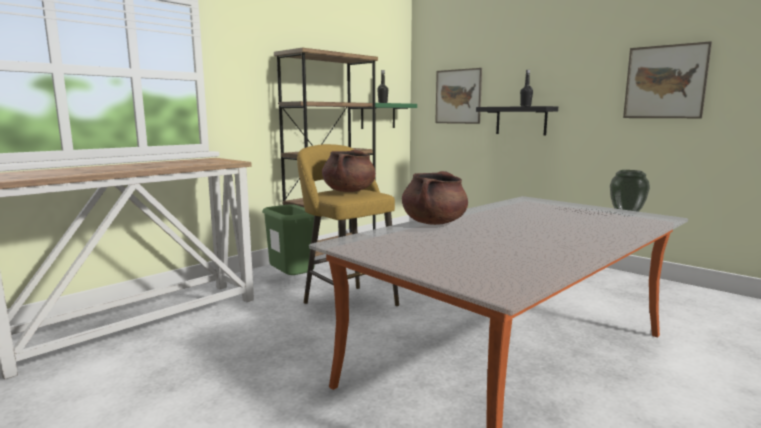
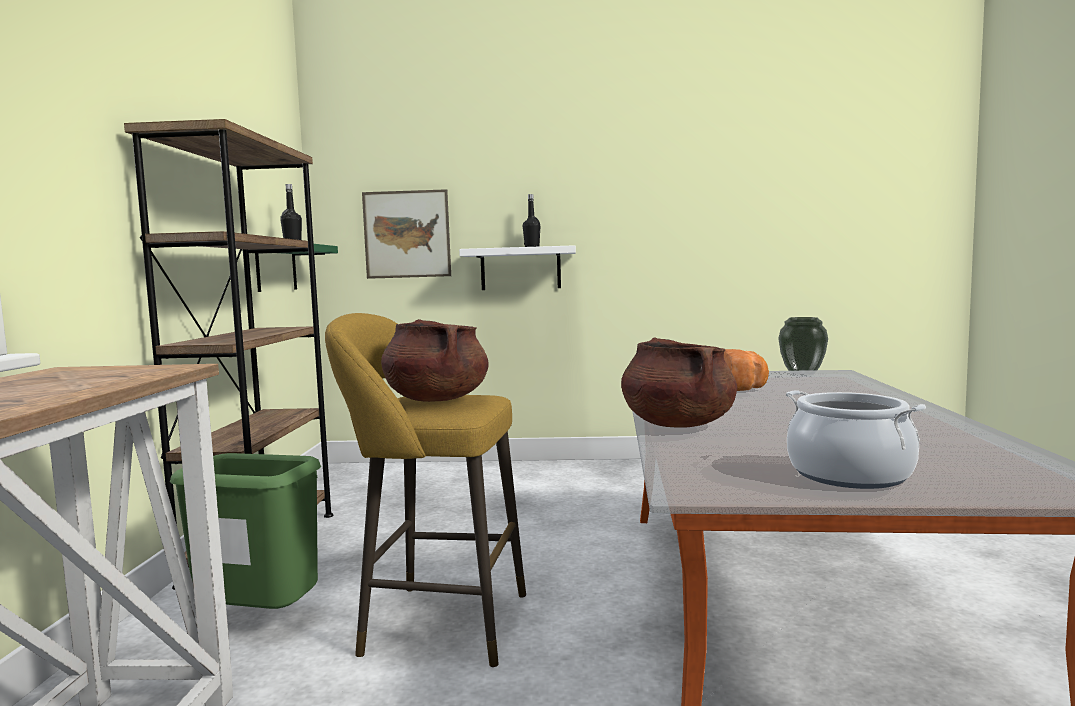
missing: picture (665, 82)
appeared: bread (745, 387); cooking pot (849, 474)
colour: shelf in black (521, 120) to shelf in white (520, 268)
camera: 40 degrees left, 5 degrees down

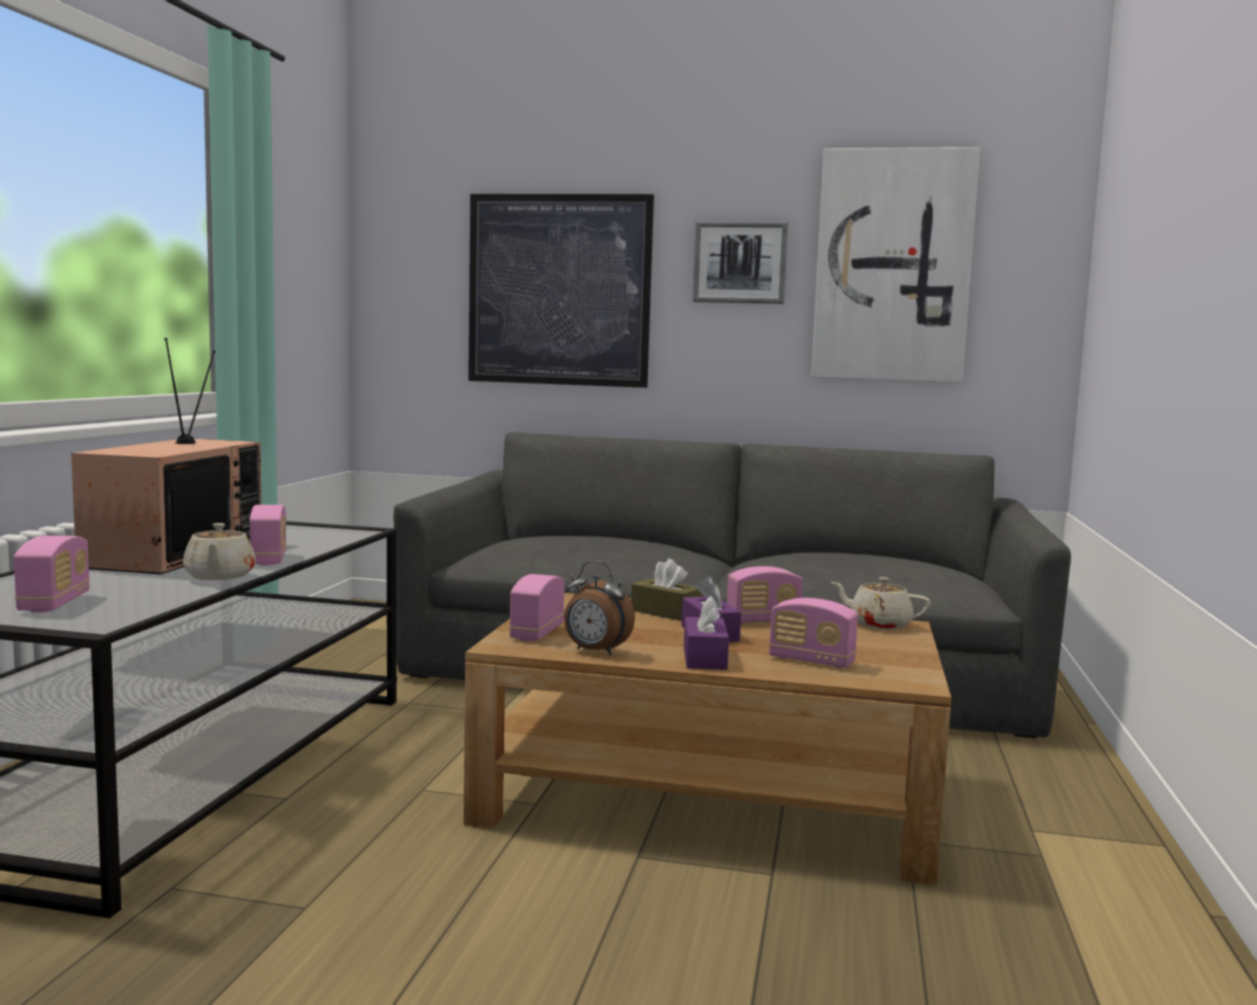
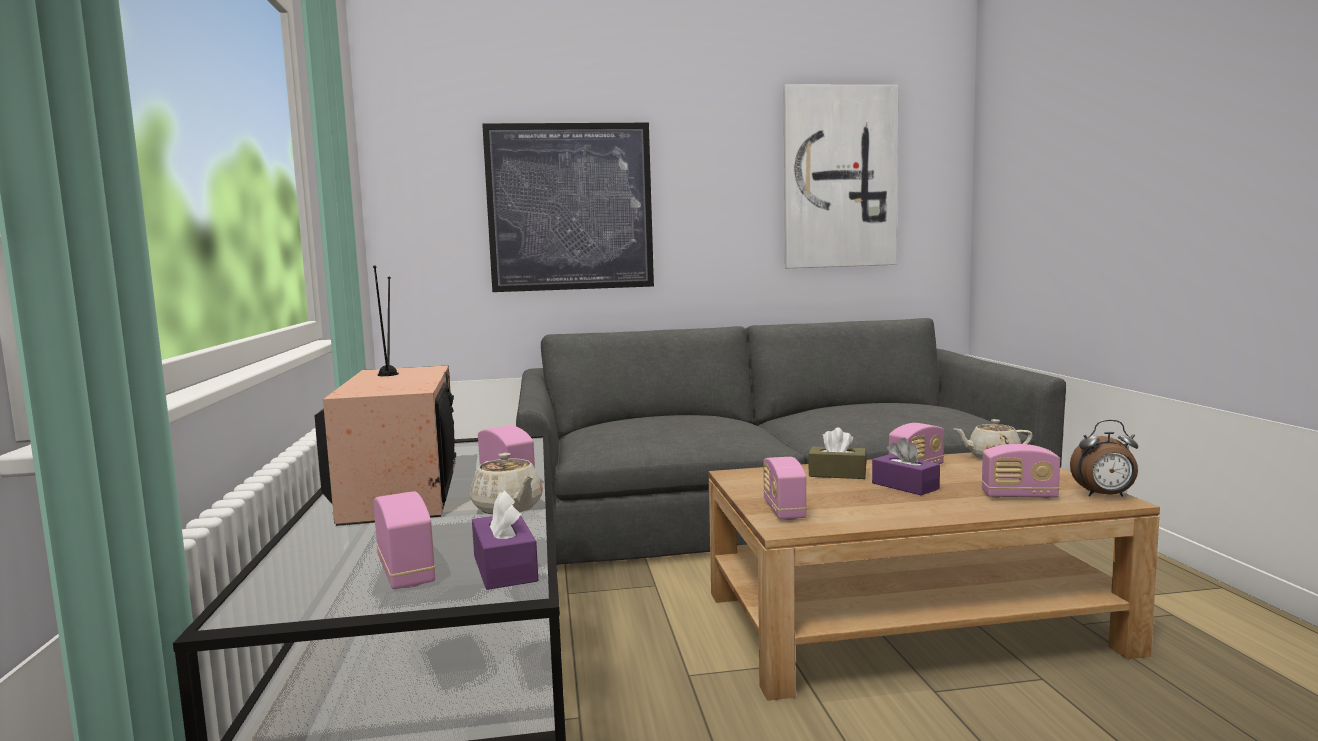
missing: picture (740, 262)
relocated: alarm clock (595, 651) to (1104, 495); tissue box in purple (704, 658) to (504, 568)
camera: 20 degrees left, 0 degrees up

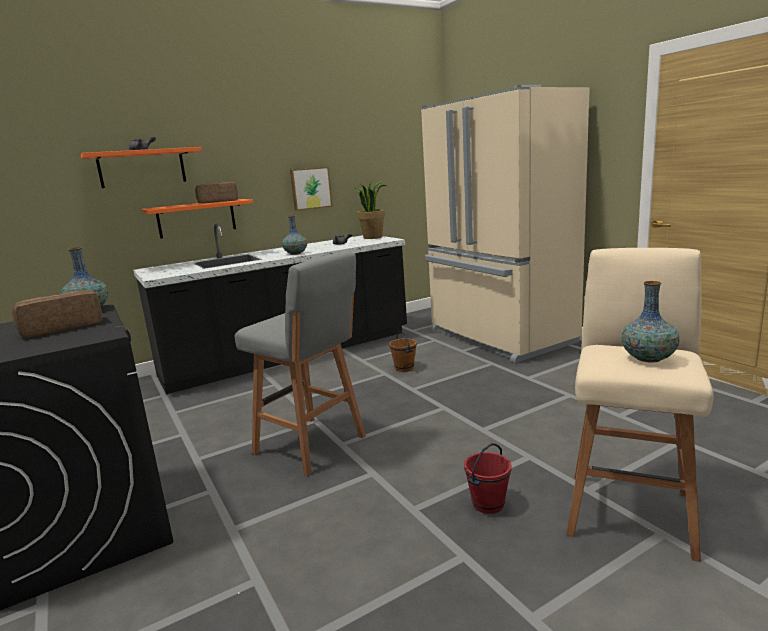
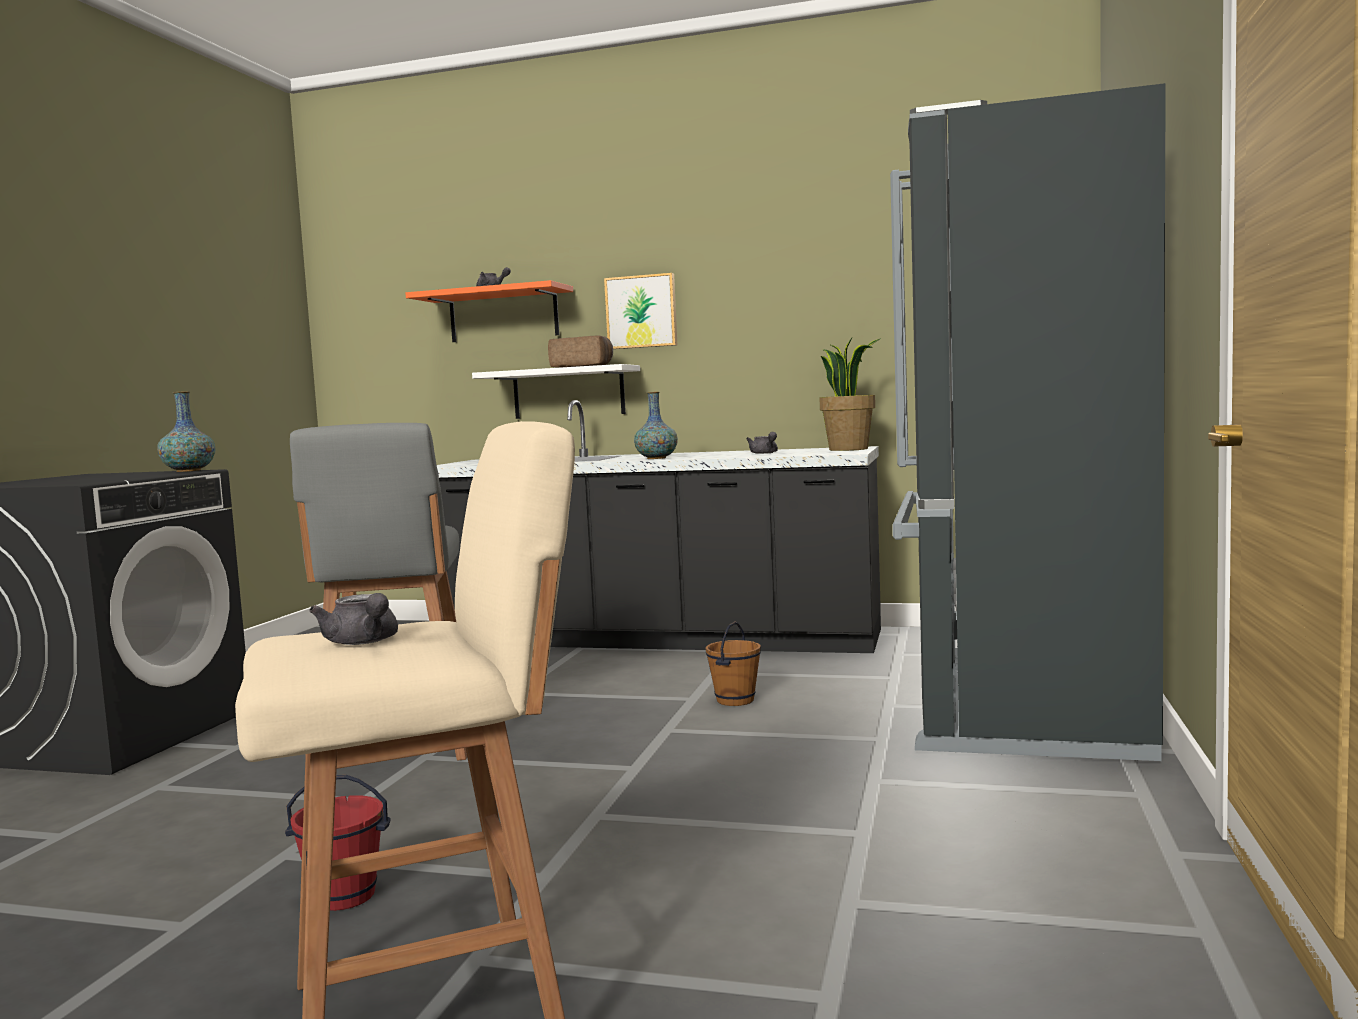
missing: bread (62, 327)
relocated: picture (310, 188) to (642, 312)
exchanged: vase (648, 358) to teapot in grey (363, 642)
colour: fridge in beige (499, 337) to fridge in black (1017, 705); shelf in orange (196, 218) to shelf in white (568, 392)
camera: 45 degrees right, 10 degrees down

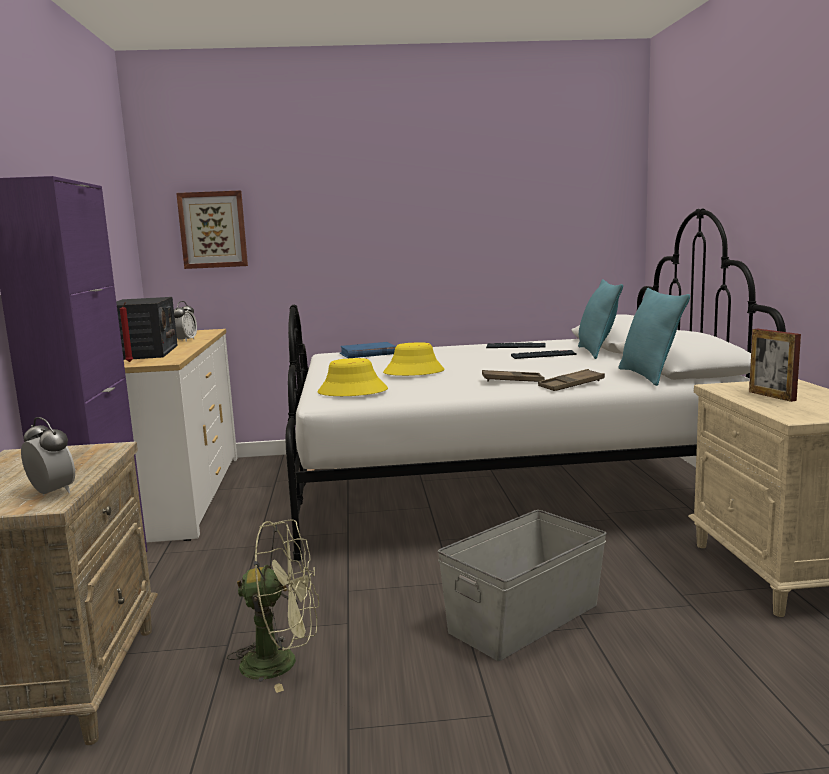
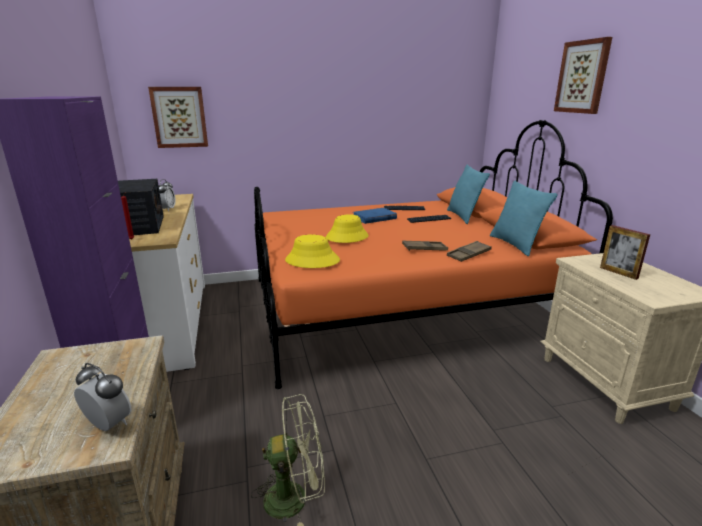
missing: storage box in grey (525, 618)
appeared: picture (582, 77)
relocated: book in blue (367, 354) to (374, 218)
colour: bed in white (503, 486) to bed in orange (400, 308)
camera: 10 degrees left, 10 degrees up

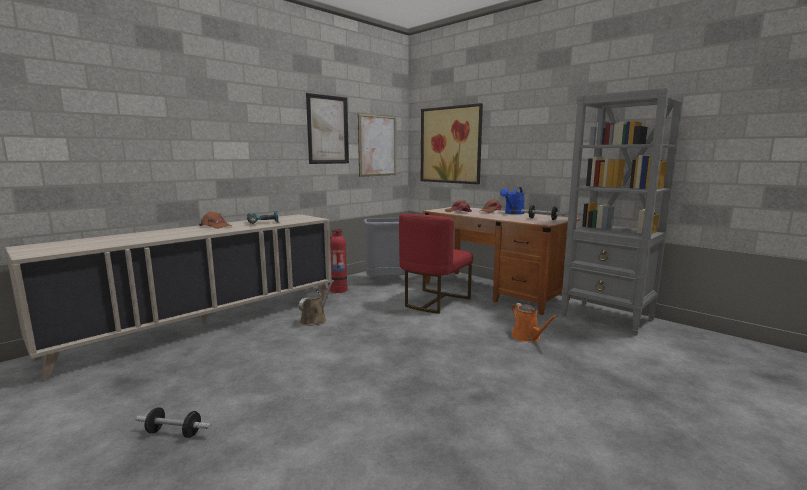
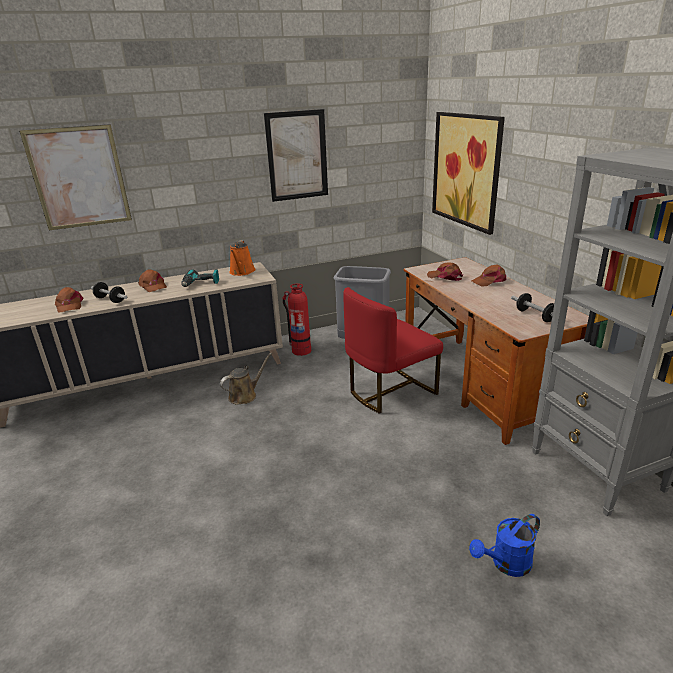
appeared: cap in brown (69, 305)
relocated: picture (377, 145) to (79, 178); watering can in blue (513, 213) to (506, 564); watering can in orange (528, 337) to (242, 272); dumbbell (174, 433) to (110, 300)
camera: 25 degrees right, 15 degrees up

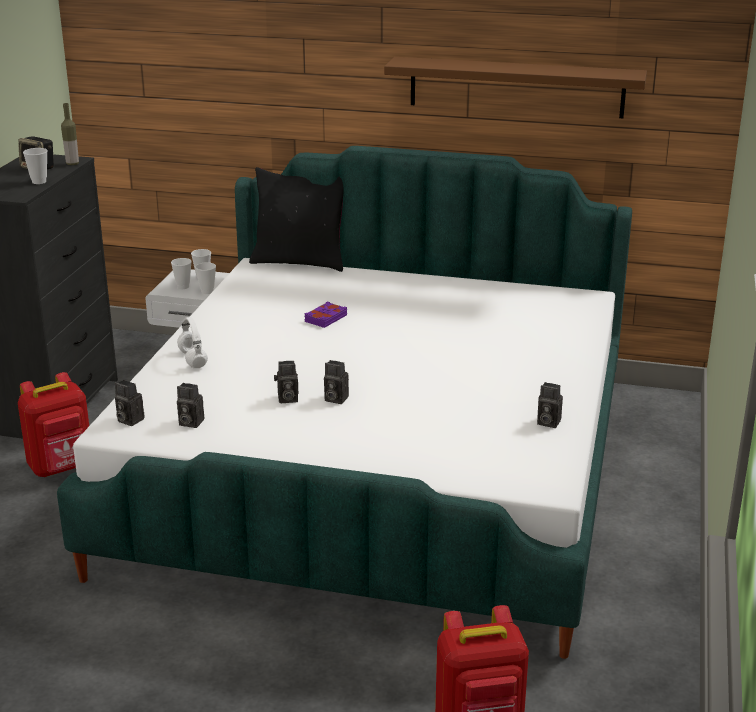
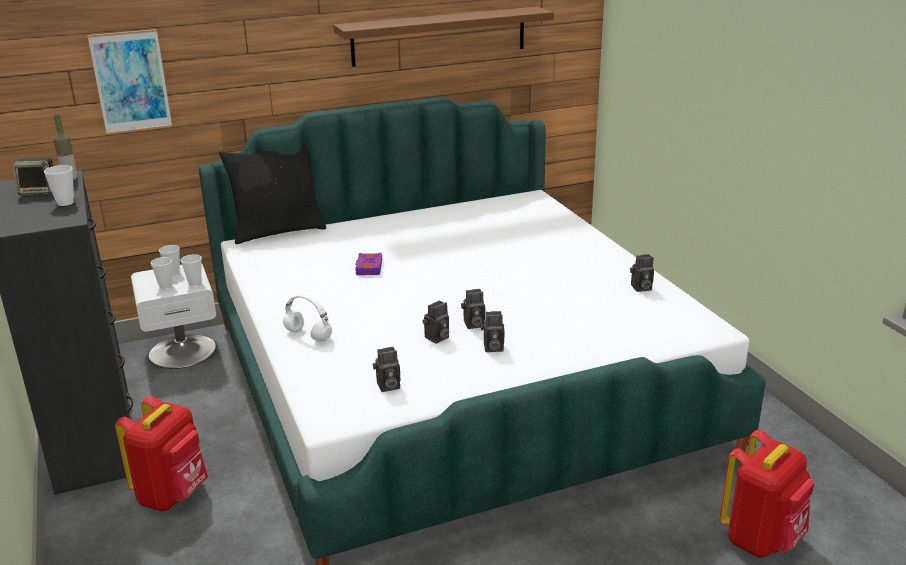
appeared: picture (131, 82)
relocated: photo camera (128, 420) to (492, 348)
camera: 35 degrees left, 0 degrees up

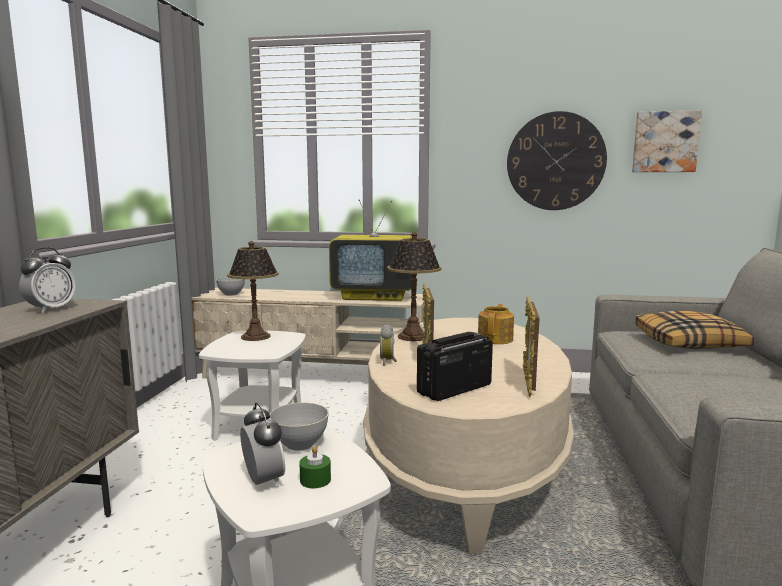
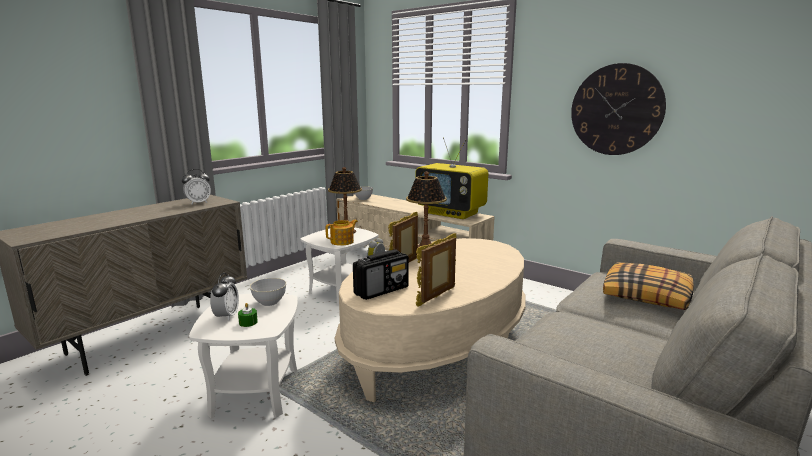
missing: picture (665, 142)
relocated: teapot (496, 339) to (342, 242)
spun: radio (453, 389) = (382, 290) 150 degrees clockwise
camera: 30 degrees right, 5 degrees up

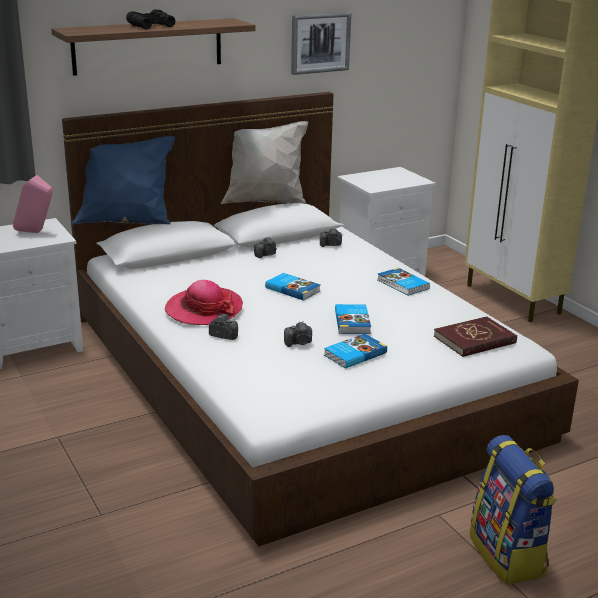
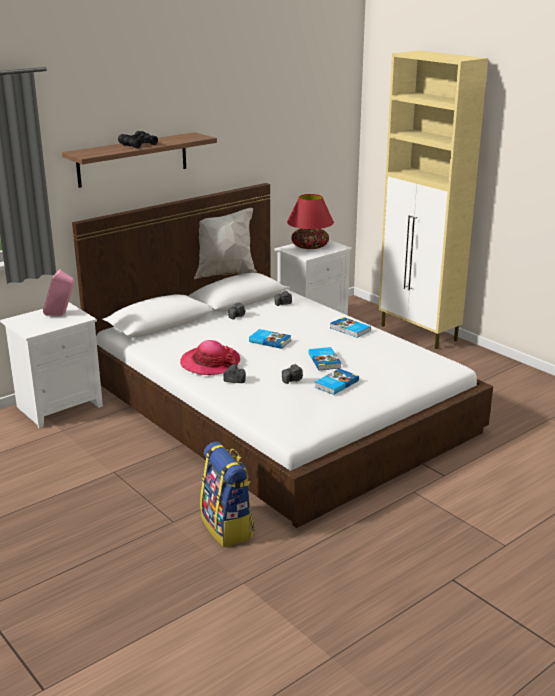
missing: picture (320, 43); pillow in blue (127, 223); book in red (475, 340)
appeared: table lamp in red (309, 246)
relocated: backpack (508, 555) to (228, 528)
camera: 10 degrees left, 0 degrees up

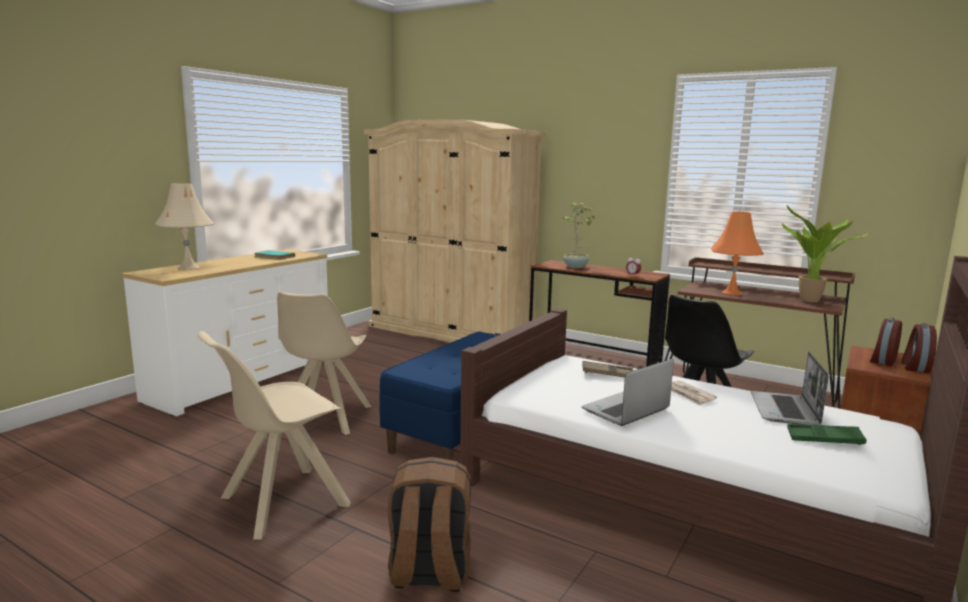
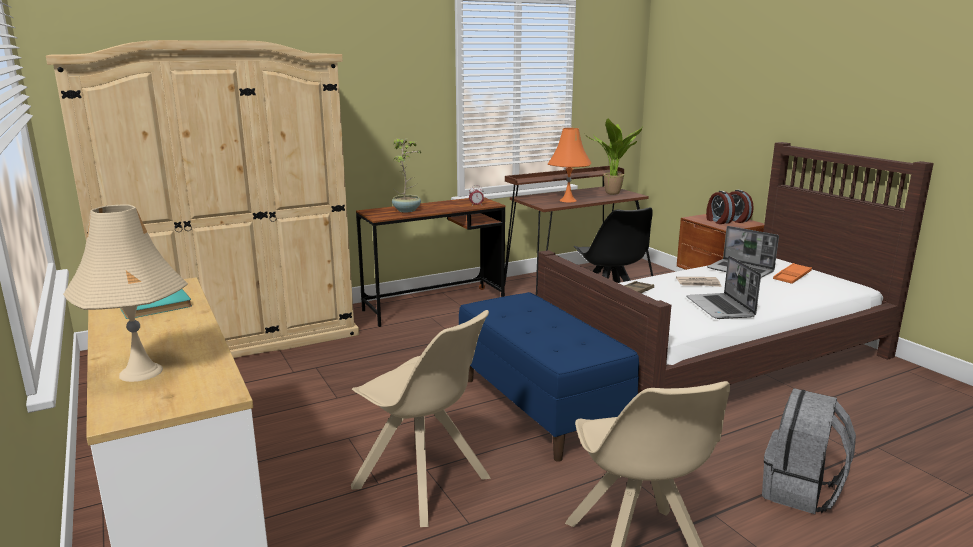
colour: tray in green (824, 439) to tray in orange (792, 277); backpack in brown (429, 573) to backpack in grey (801, 492)
camera: 60 degrees left, 5 degrees up

